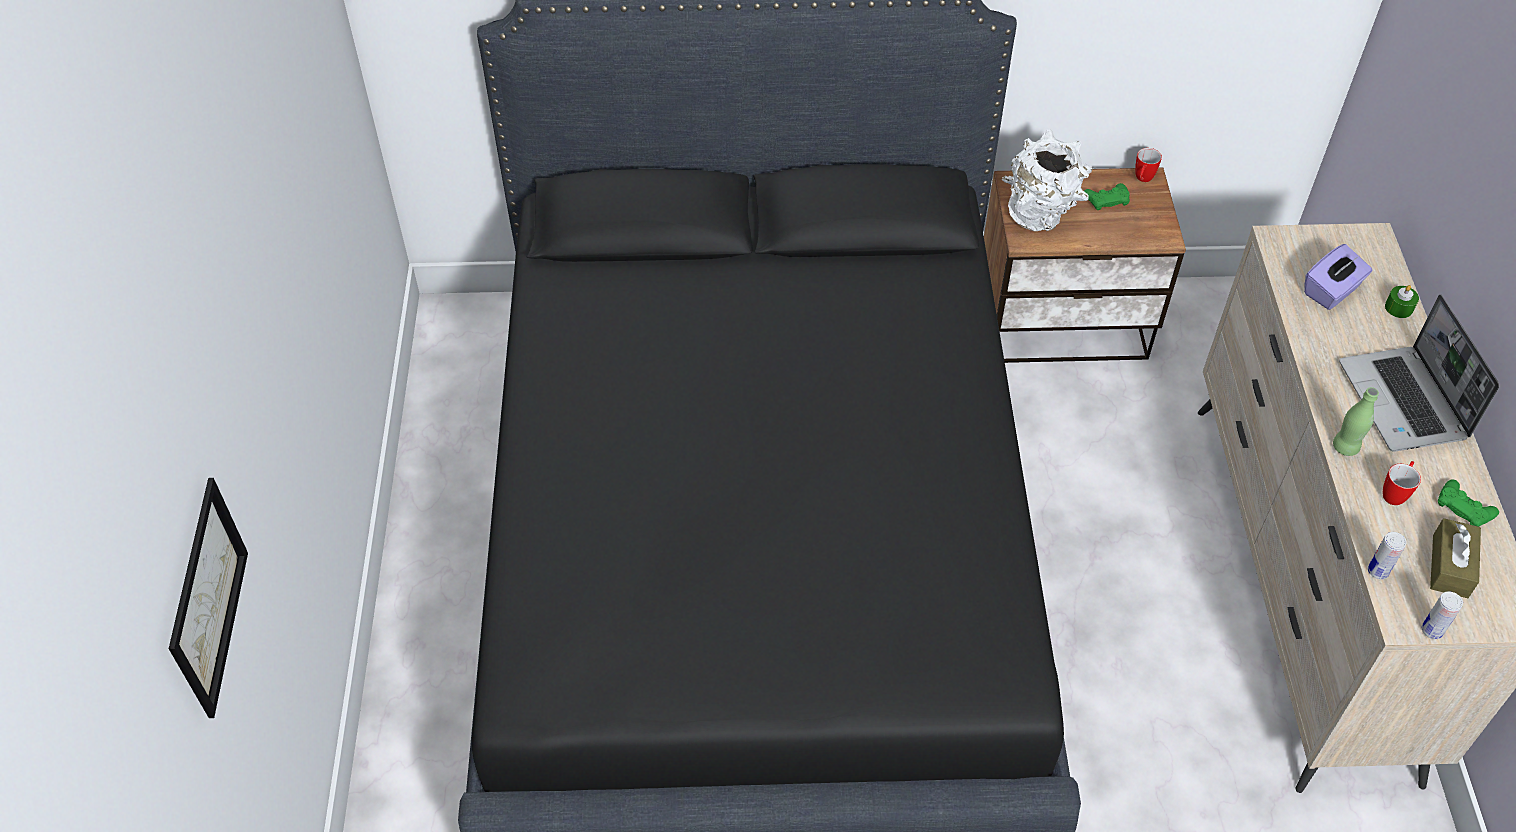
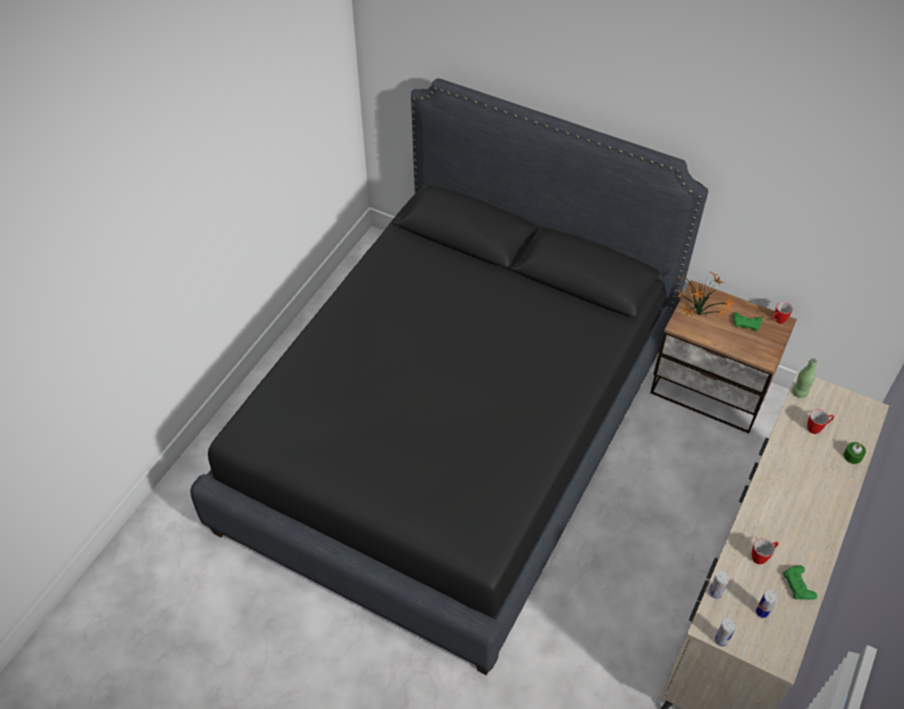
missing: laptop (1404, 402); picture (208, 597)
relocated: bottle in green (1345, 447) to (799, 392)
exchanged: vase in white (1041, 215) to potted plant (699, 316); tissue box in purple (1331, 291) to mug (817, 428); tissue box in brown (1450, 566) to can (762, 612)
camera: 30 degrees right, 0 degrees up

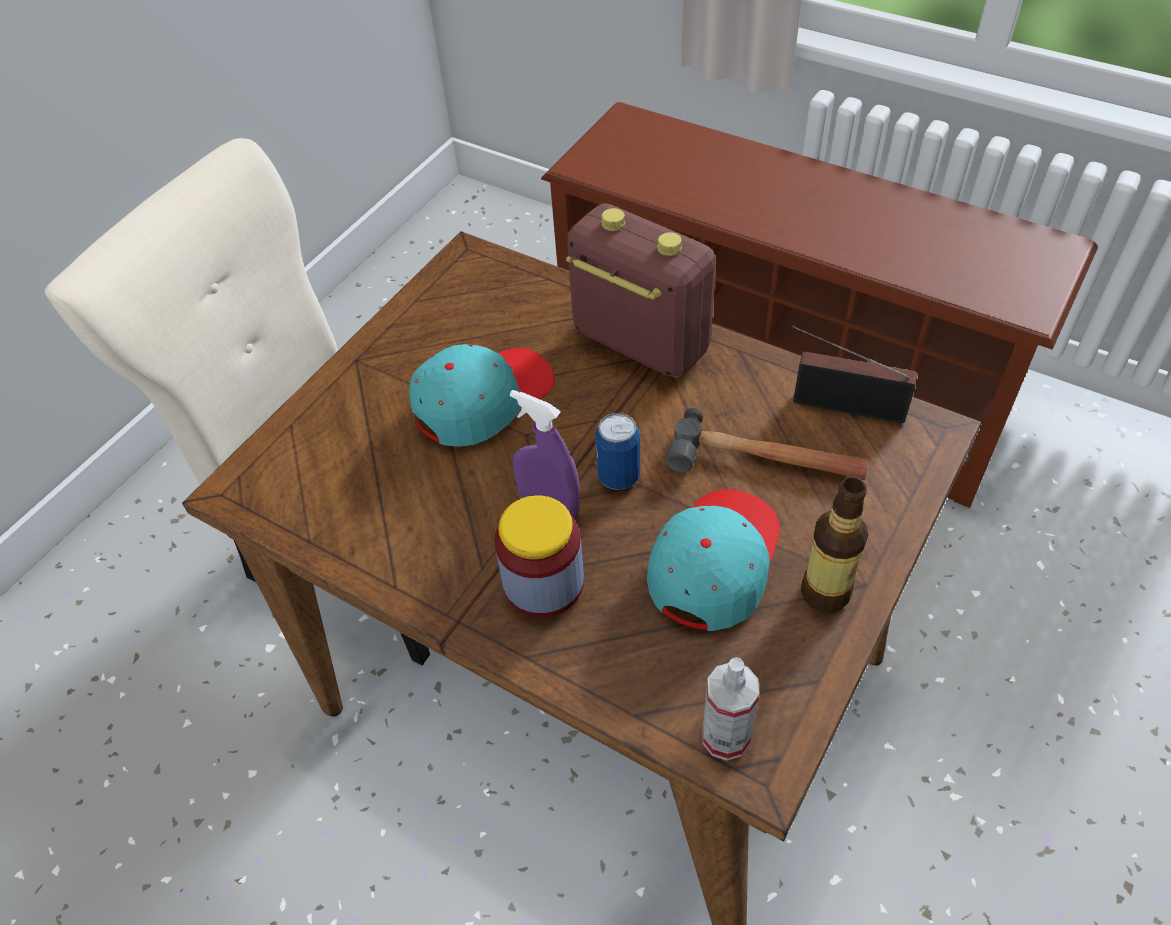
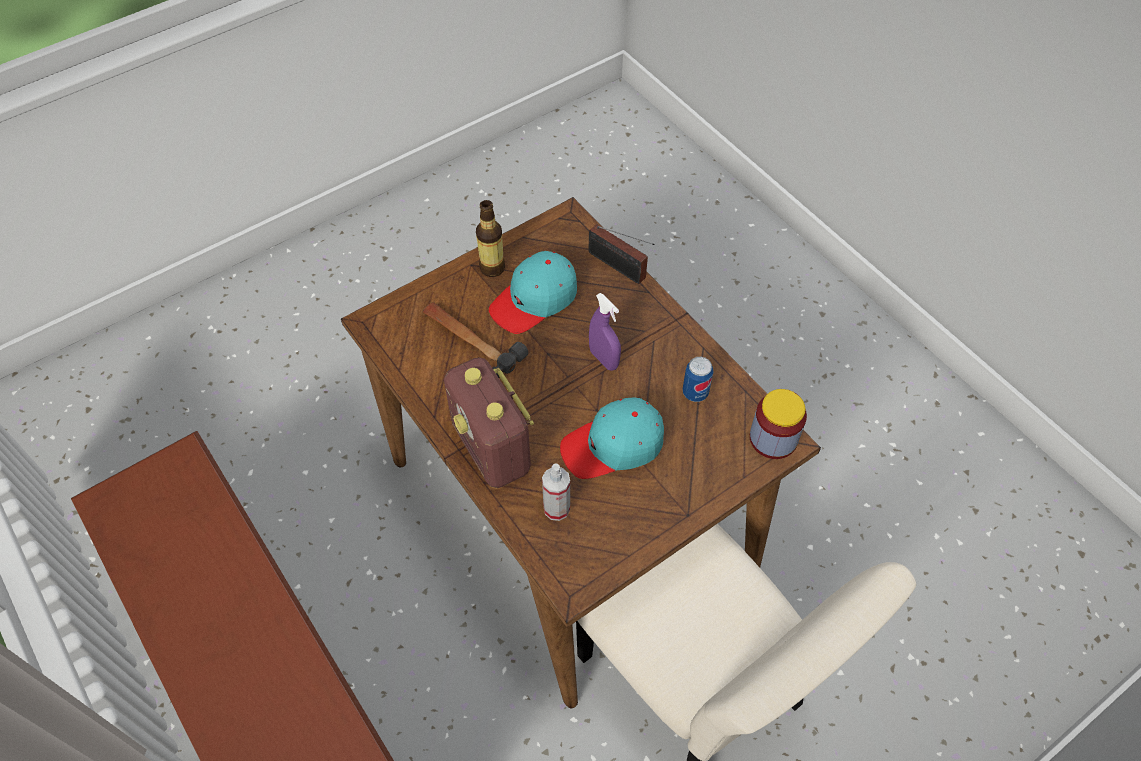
relocated: radio (842, 404) to (619, 267); can (618, 476) to (695, 392); jar (543, 583) to (773, 438); spray bottle (725, 737) to (556, 508)
camera: 160 degrees left, 5 degrees up

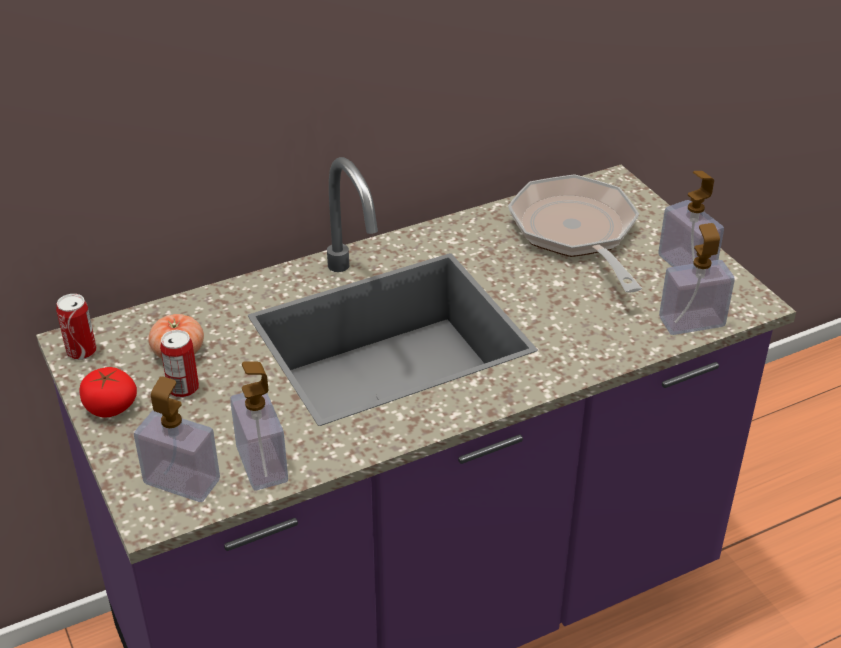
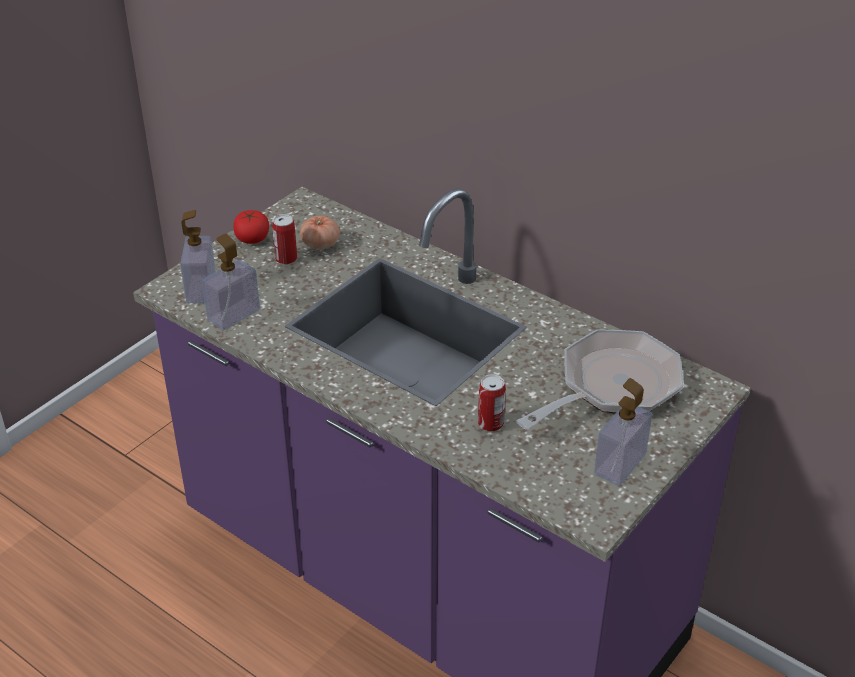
missing: soap dispenser (691, 322)
relocated: can (81, 351) to (490, 423)
camera: 65 degrees right, 0 degrees up

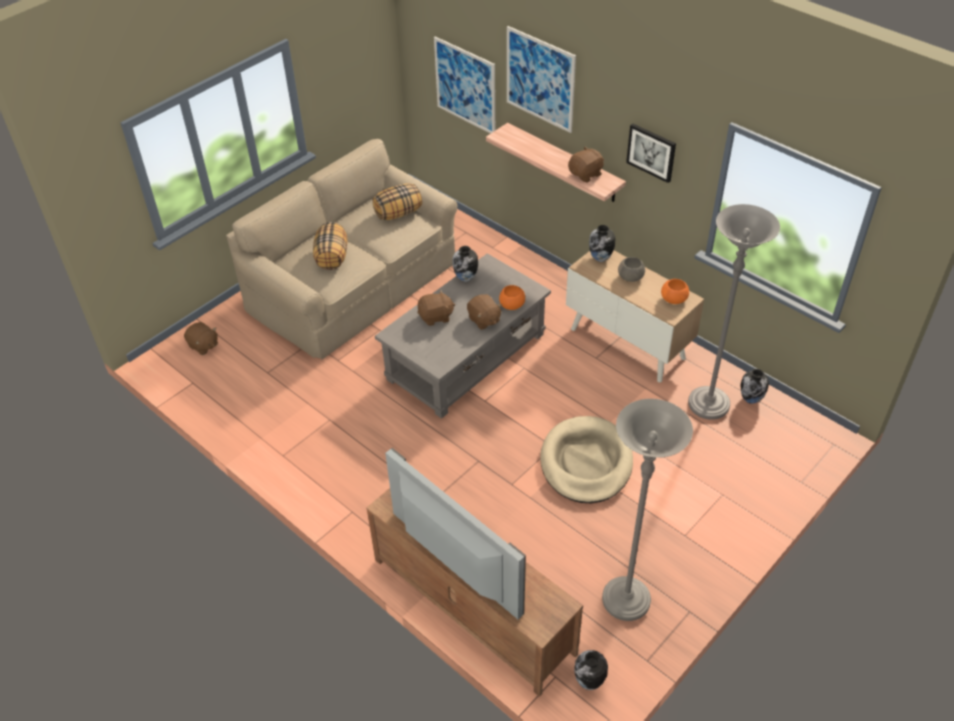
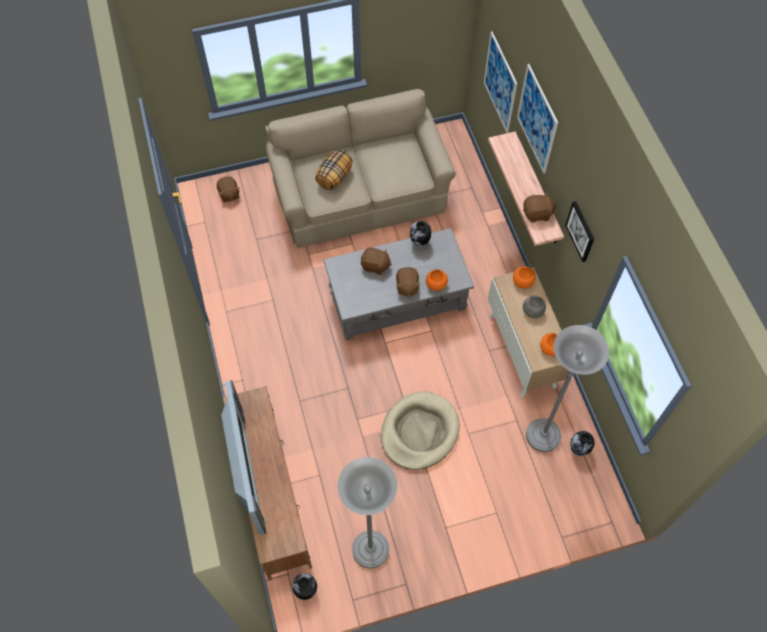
missing: pillow (398, 213)
exchanged: vase (600, 258) to bowl in orange (523, 282)
camera: 30 degrees right, 15 degrees up

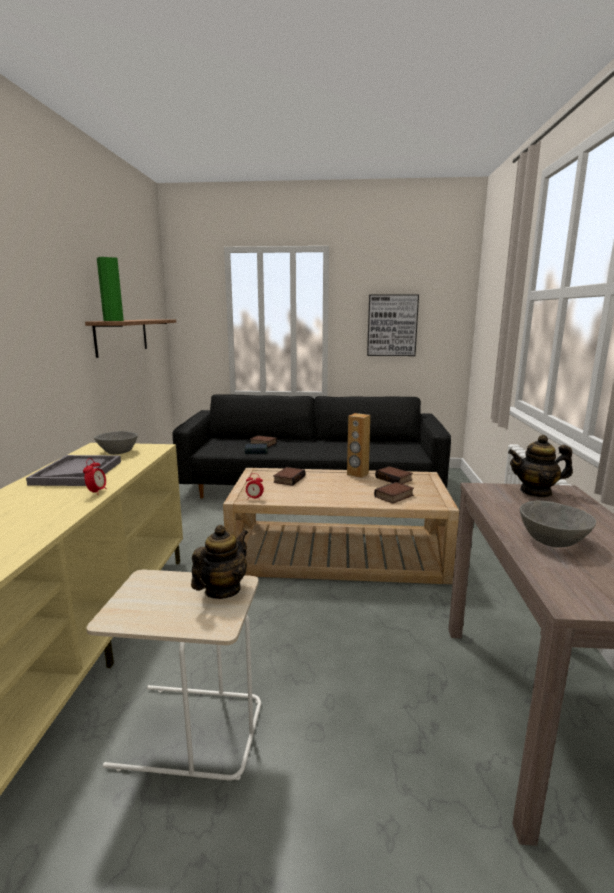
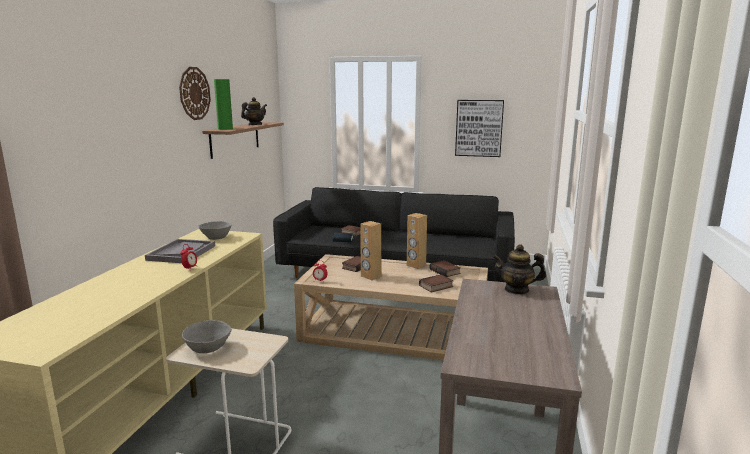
appeared: wall clock (194, 93); speaker in brown (370, 276)
relocated: bowl in grey (553, 541) to (207, 348); teapot (222, 590) to (255, 125)
camera: 10 degrees right, 0 degrees up

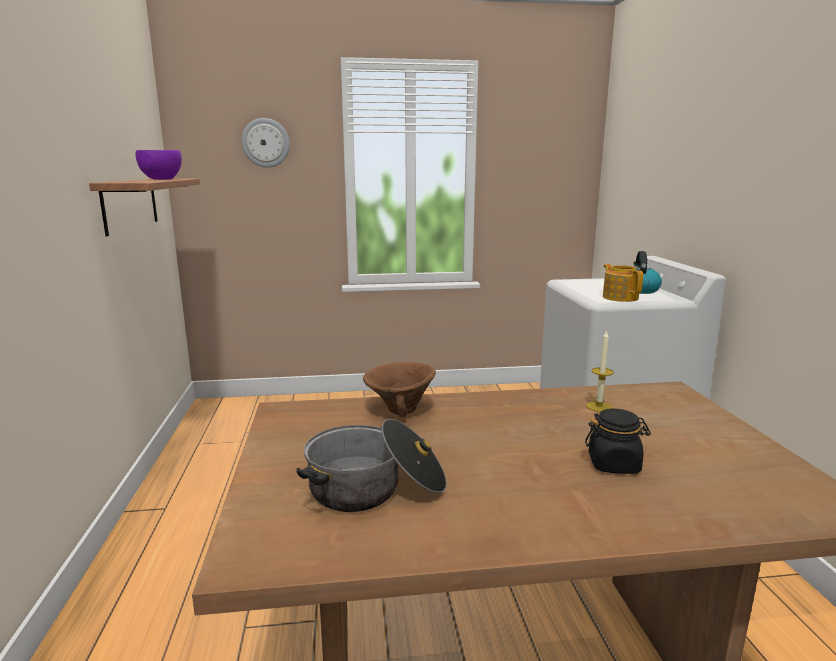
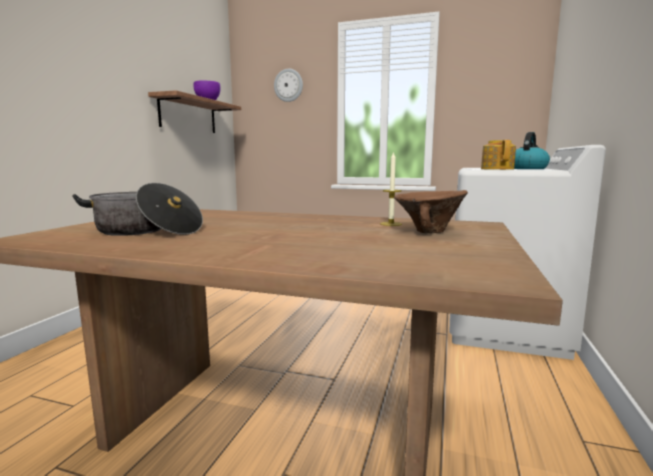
missing: jar in black (614, 464)
relocated: bowl in brown (398, 410) to (427, 231)
camera: 25 degrees right, 5 degrees down

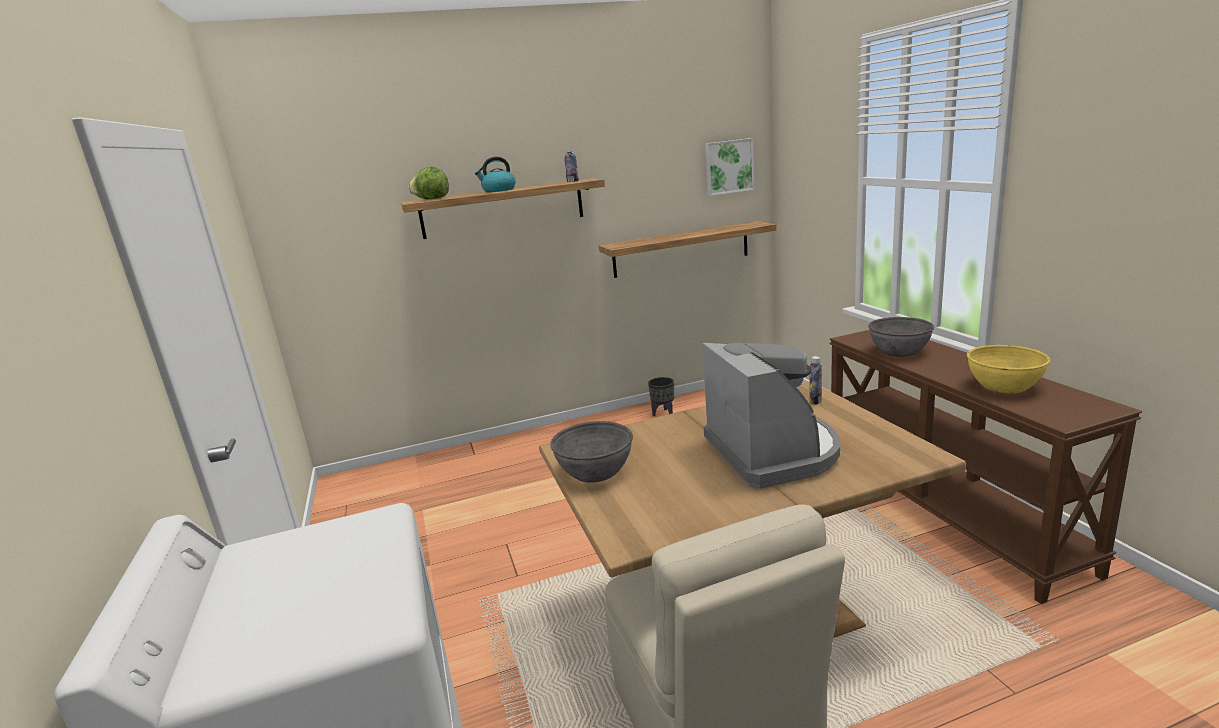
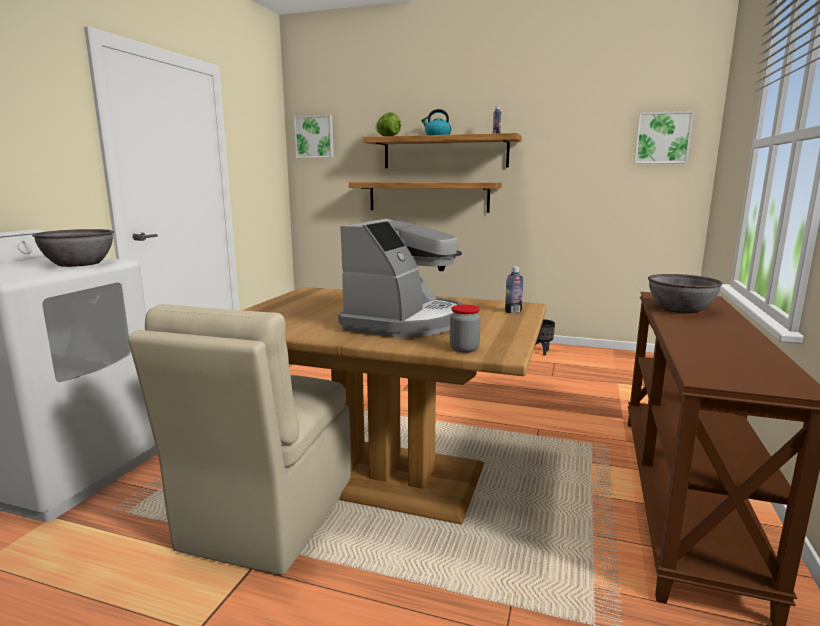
missing: bowl in yellow (1004, 386)
appeared: picture (315, 137); jar (464, 349)
relocated: shelf (681, 249) to (428, 196); bowl in grey (595, 472) to (78, 263)
camera: 35 degrees right, 5 degrees down

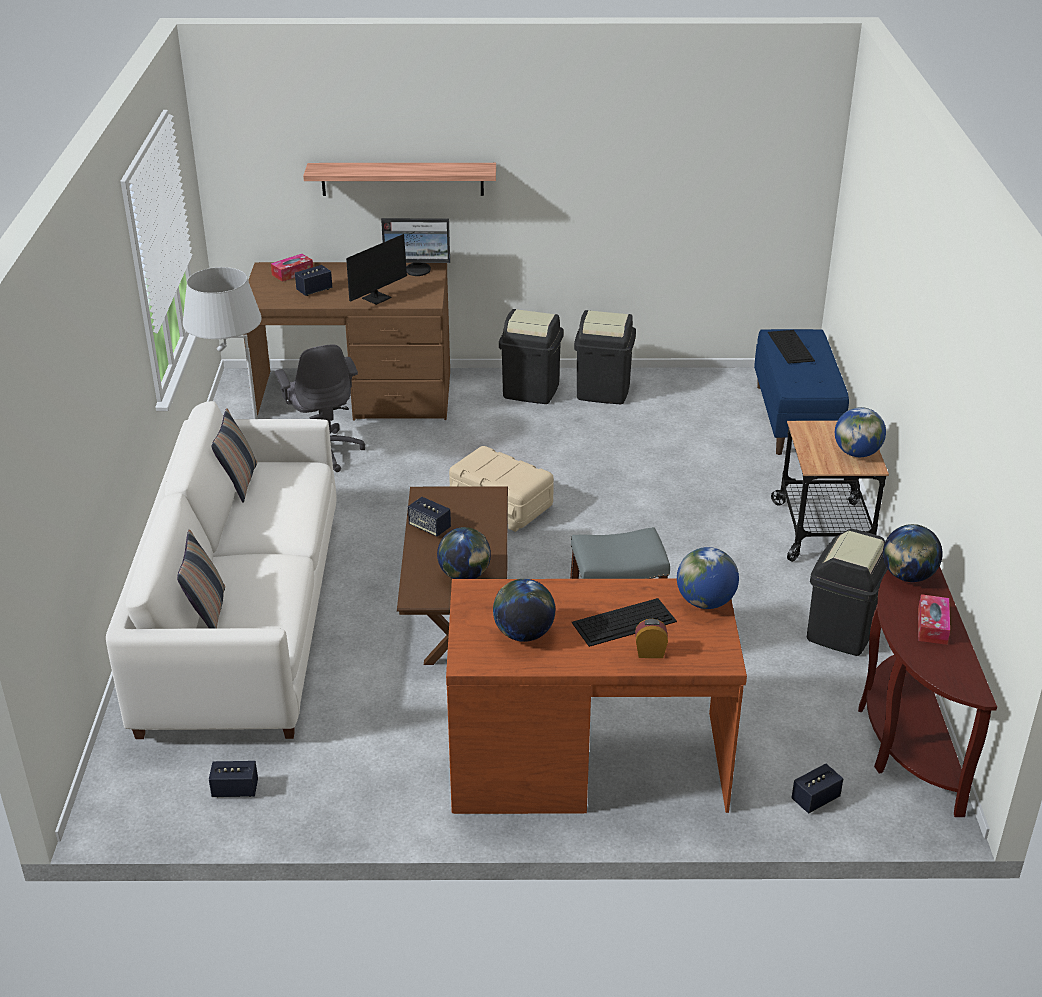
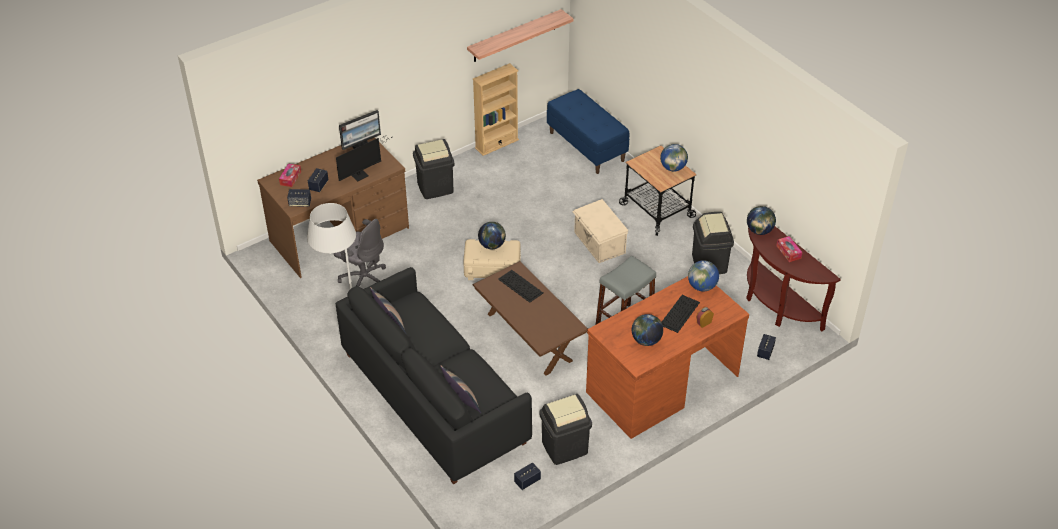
appeared: bookcase in beige (496, 144); storage box in beige (599, 243)
relocated: shelf (402, 179) to (515, 36); trash can in black (603, 391) to (564, 447); keyboard (790, 346) to (520, 286); speaker (429, 527) to (300, 203); globe (464, 576) to (492, 245)
colour: sofa in white (243, 620) to sofa in black (433, 398)
spun: monitor (380, 297) = (362, 174) 45 degrees clockwise
camera: 35 degrees left, 10 degrees up

